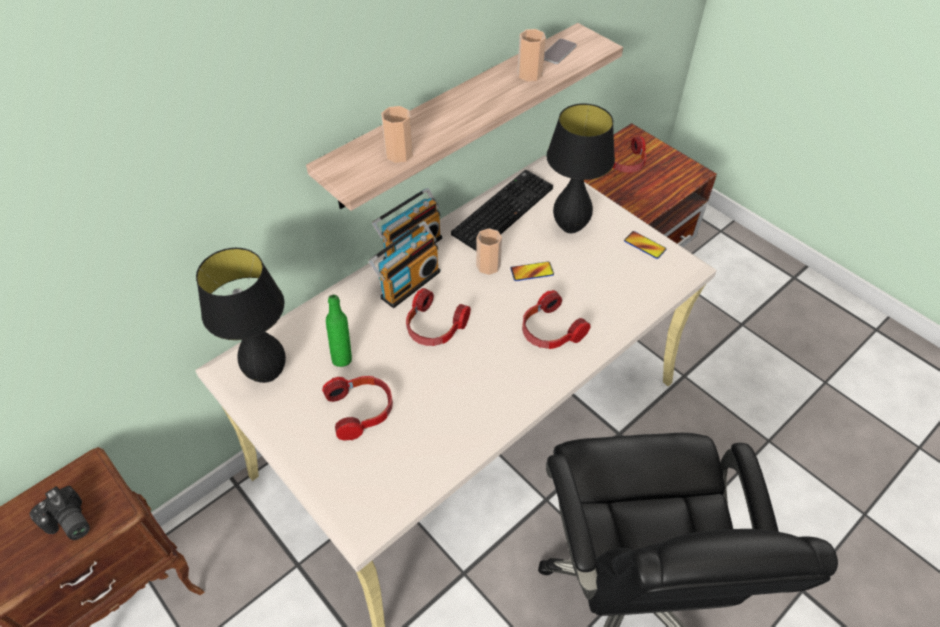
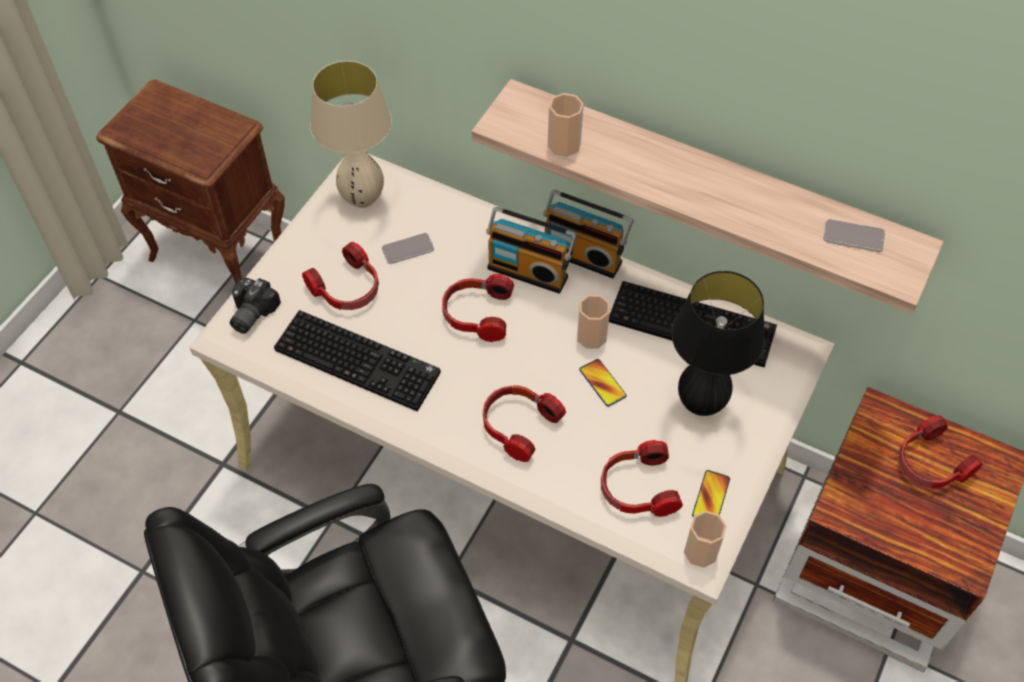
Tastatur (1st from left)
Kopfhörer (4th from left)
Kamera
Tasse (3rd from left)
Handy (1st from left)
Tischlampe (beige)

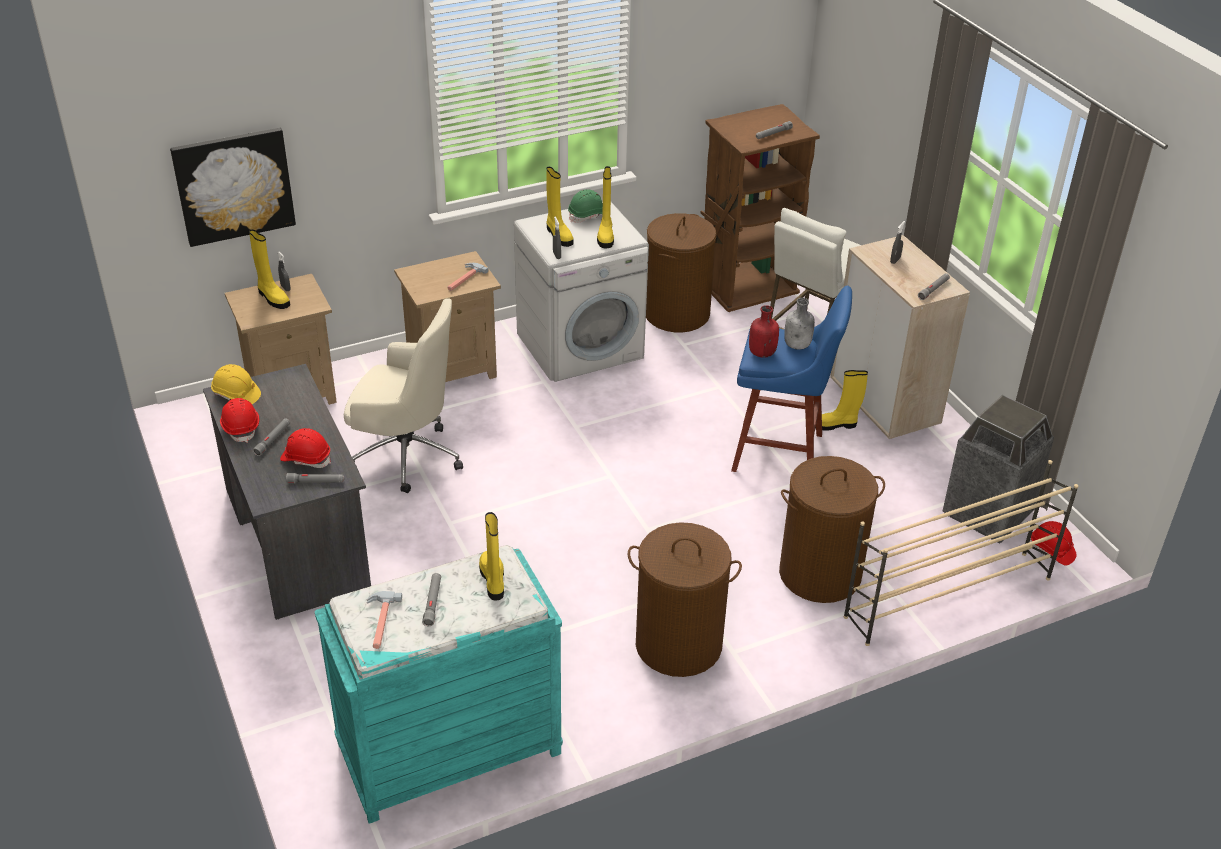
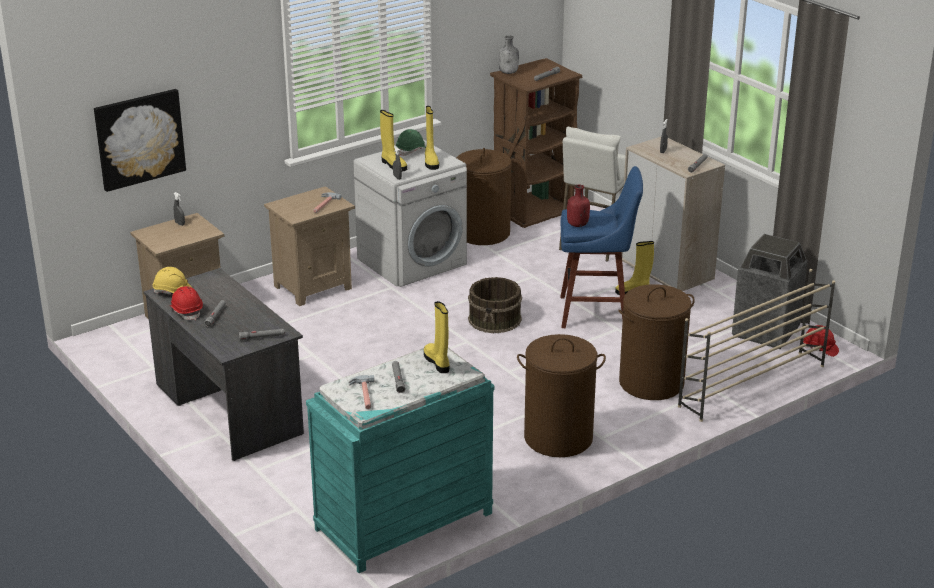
Stiefel (gelb) (1st from left in the first image)
Schutzhelm (rot) (2nd from left in the first image)
Bürostuhl (beige)
Eimer (braun)
Flasche (grau)

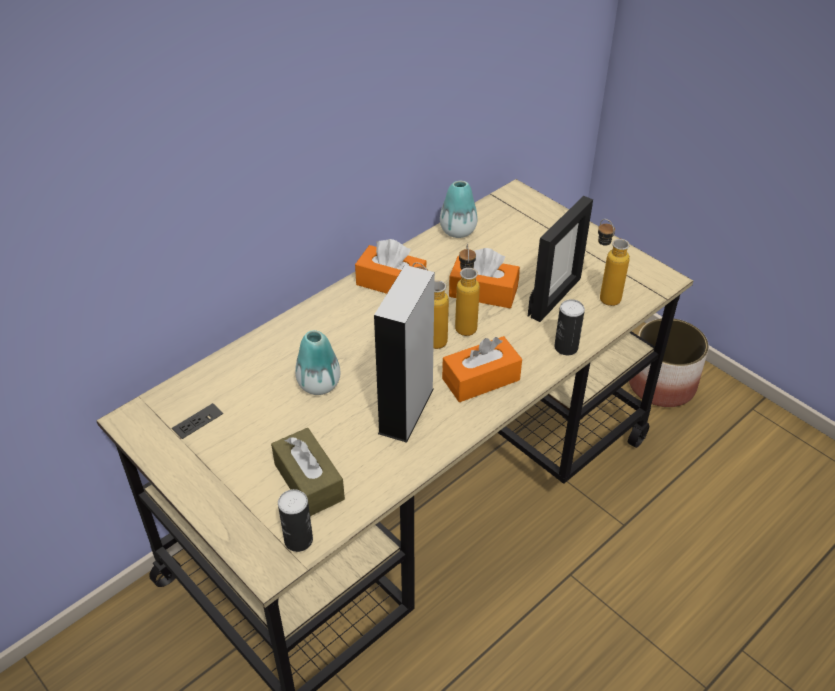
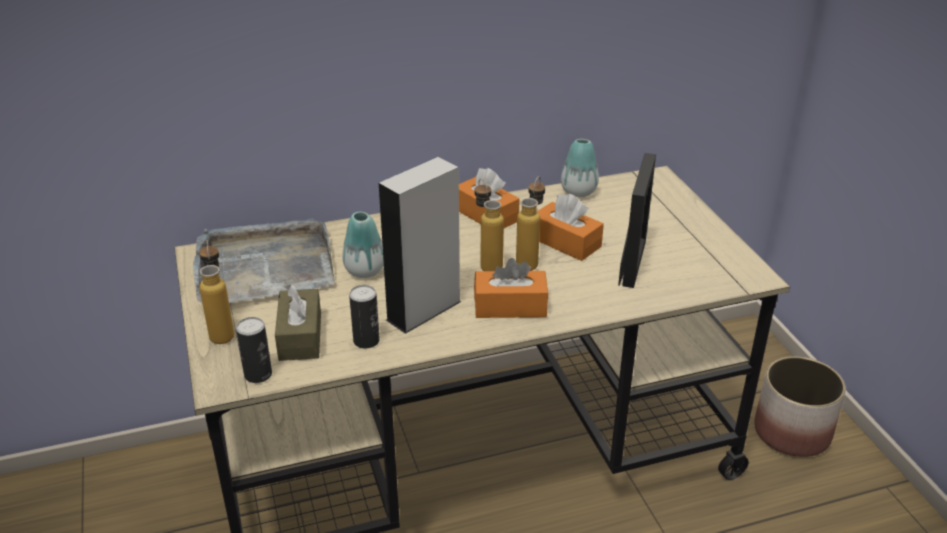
Tablett (grau)
Dose (2nd from left)
Flasche (1st from left)
Bilderrahmen

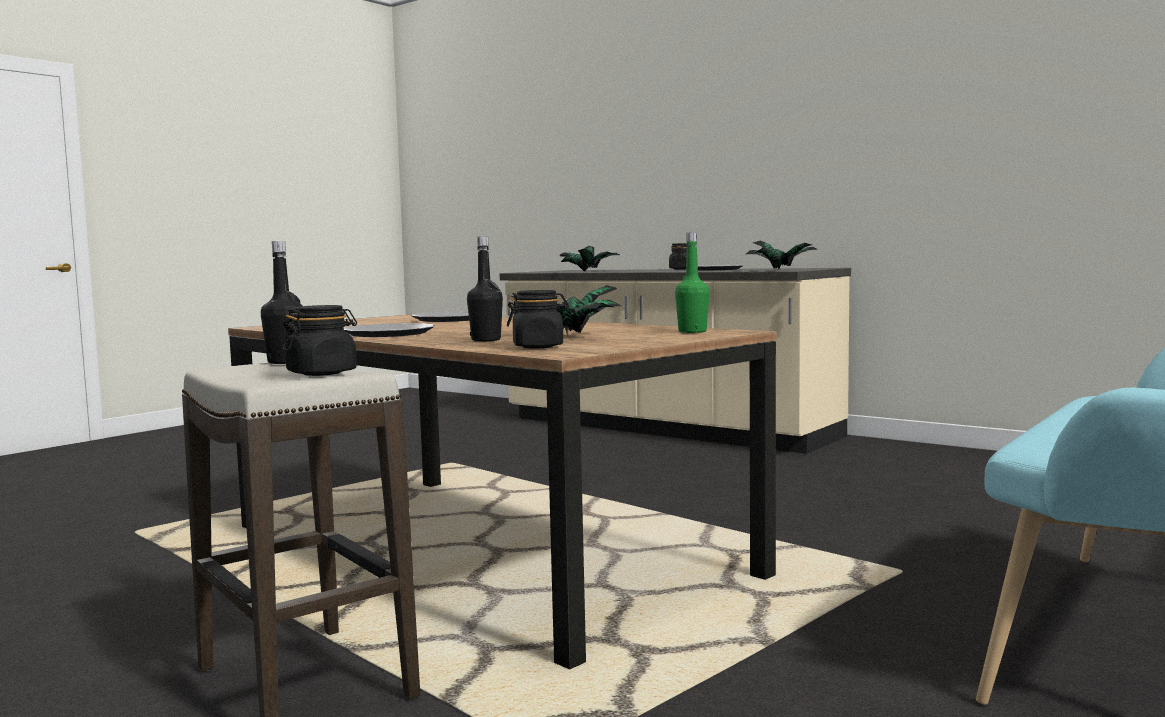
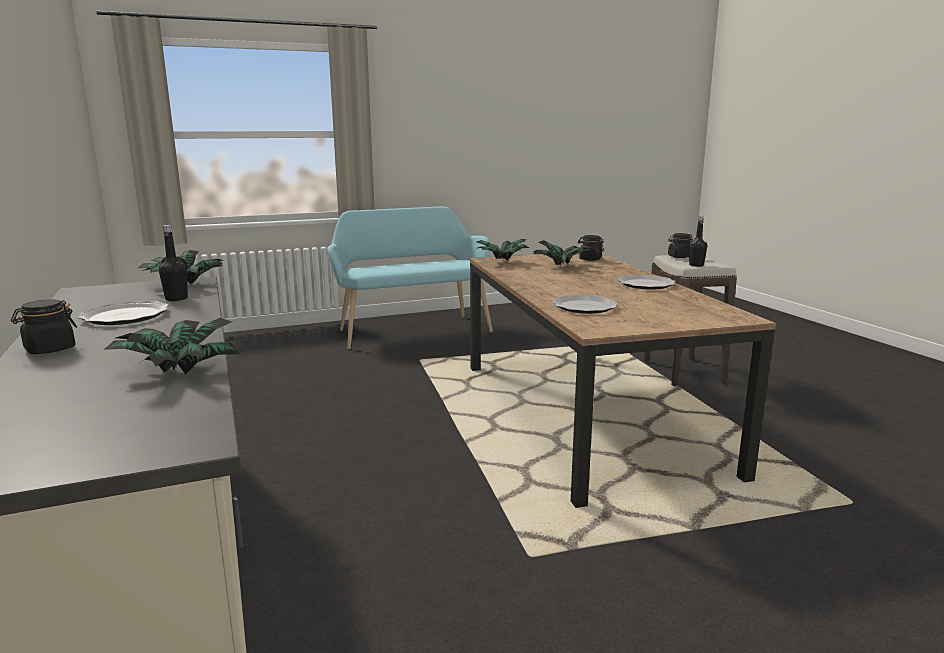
Flasche (schwarz) (1st from left)
Topfpflanze (3rd from left)

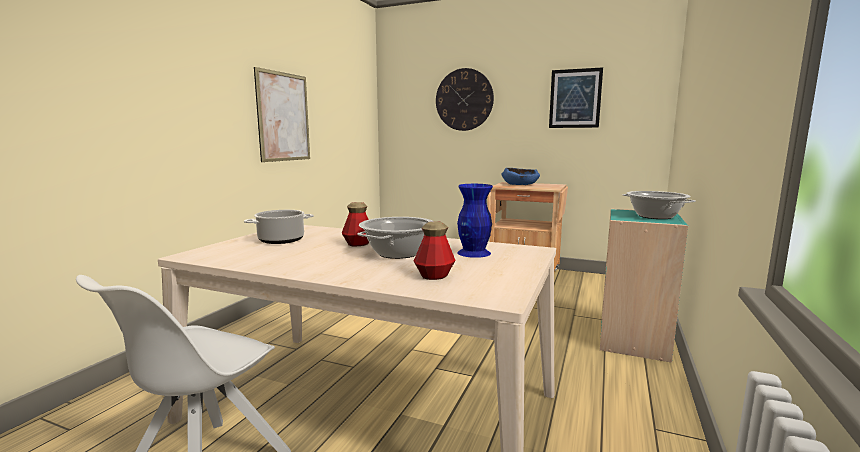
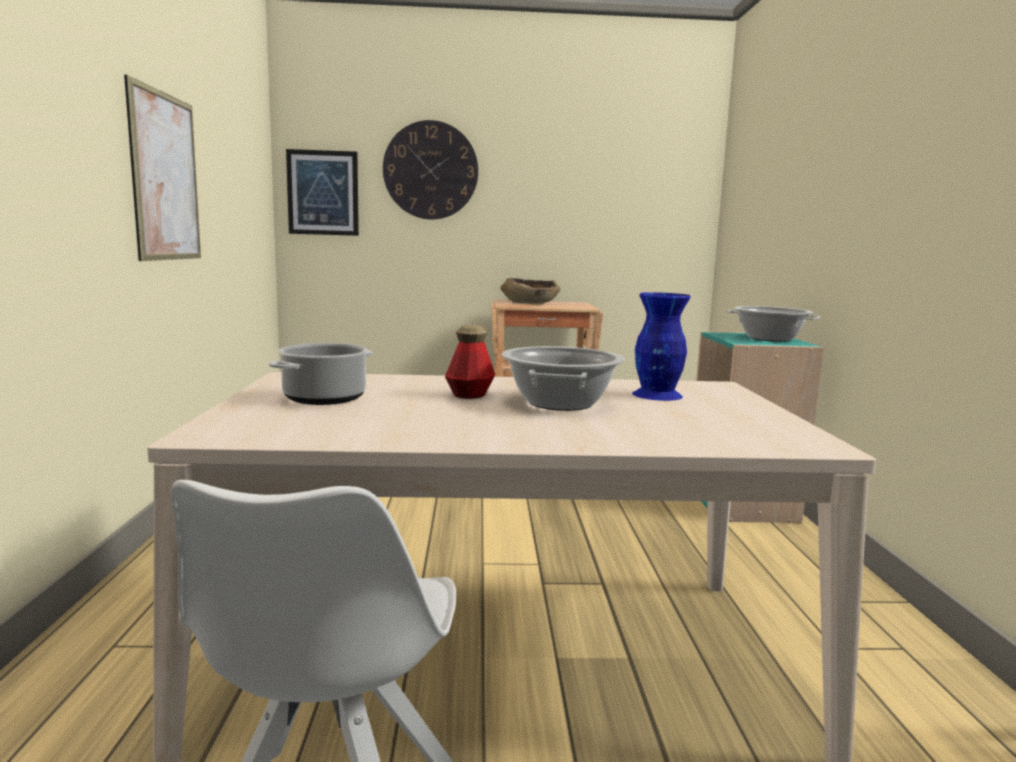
Flasche (2nd from left in the first image)
Bild (2nd from left)
Schüssel (braun)

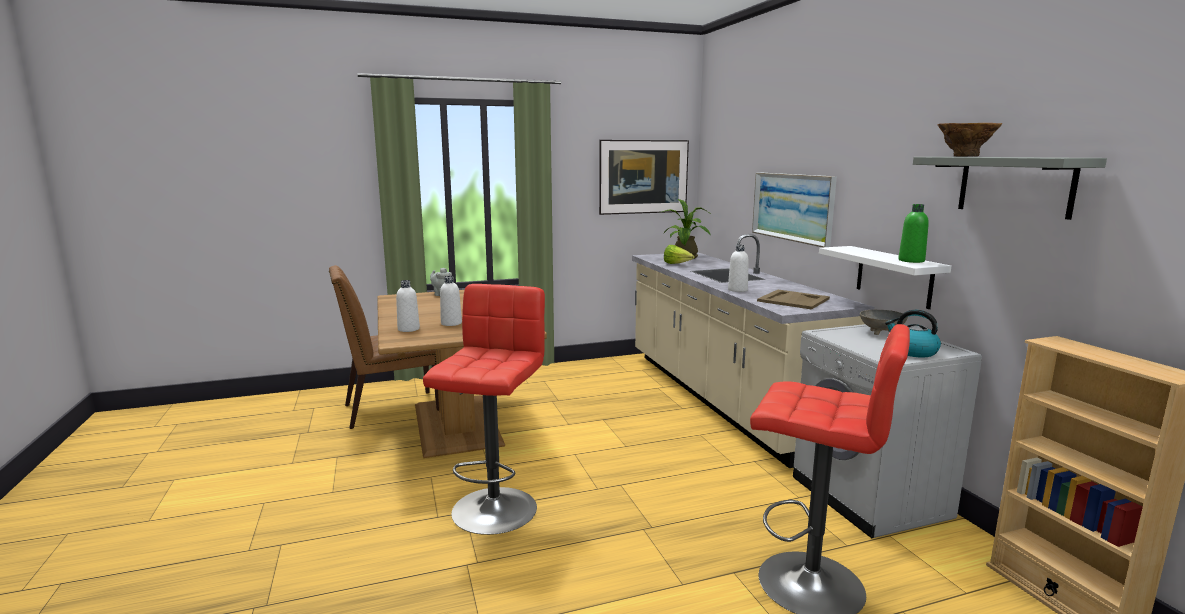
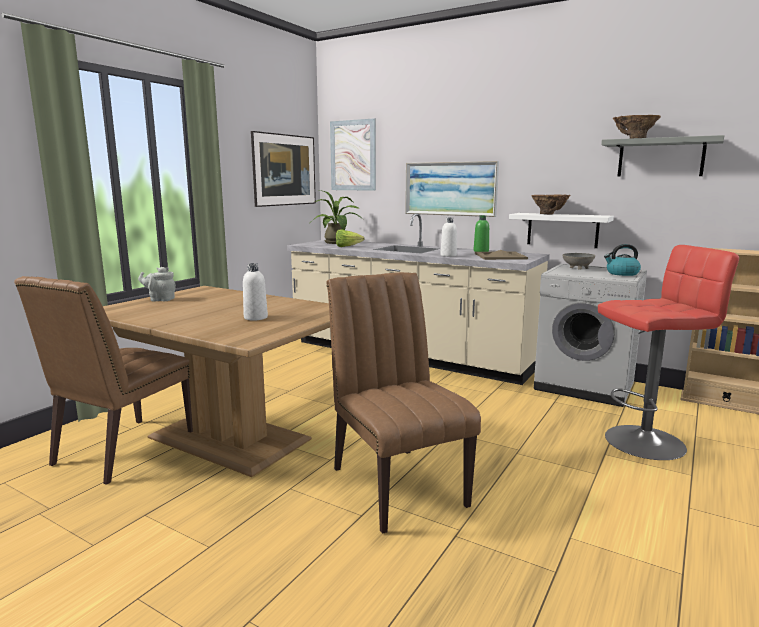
Flasche (weiß) (1st from left in the first image)
Bild (2nd from left)
Vase (braun) (1st from left)
Flasche (grün)
Stuhl (braun) (2nd from left)

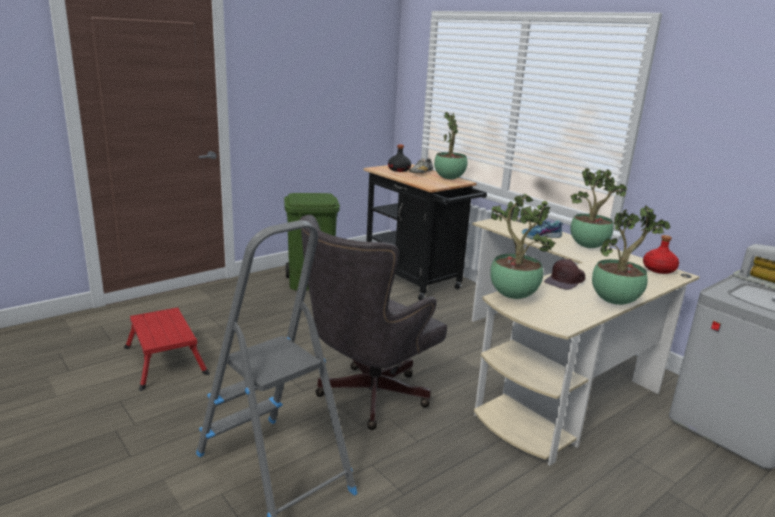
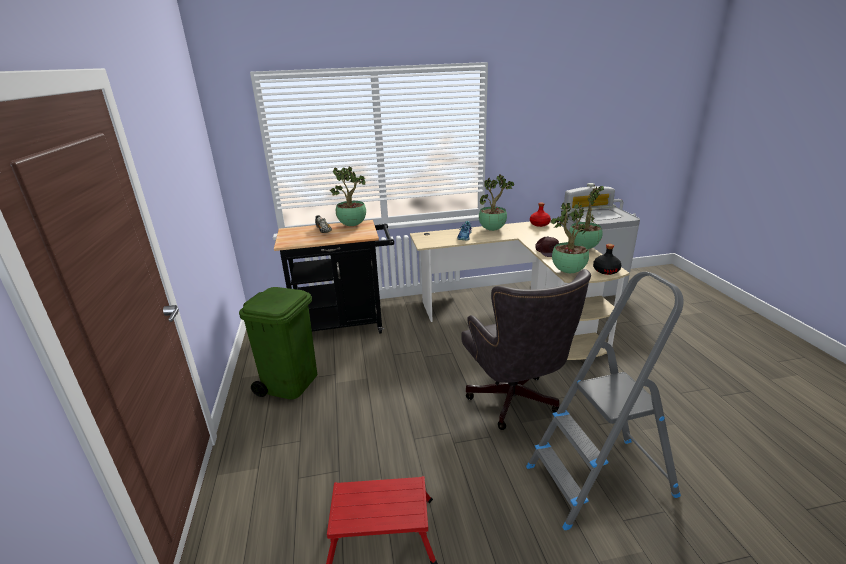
Flasche (schwarz)

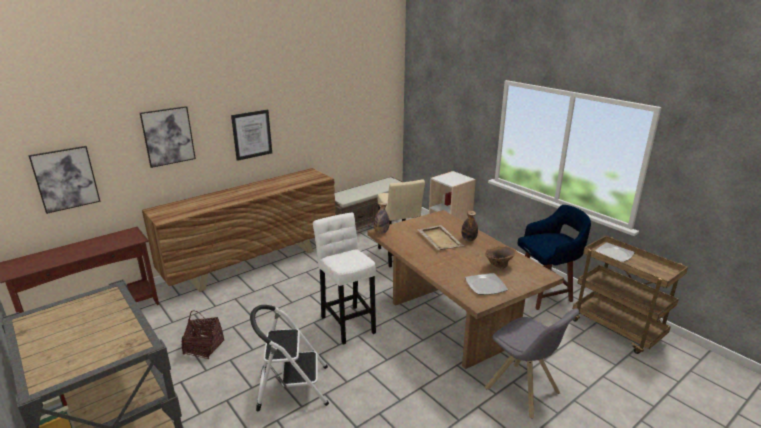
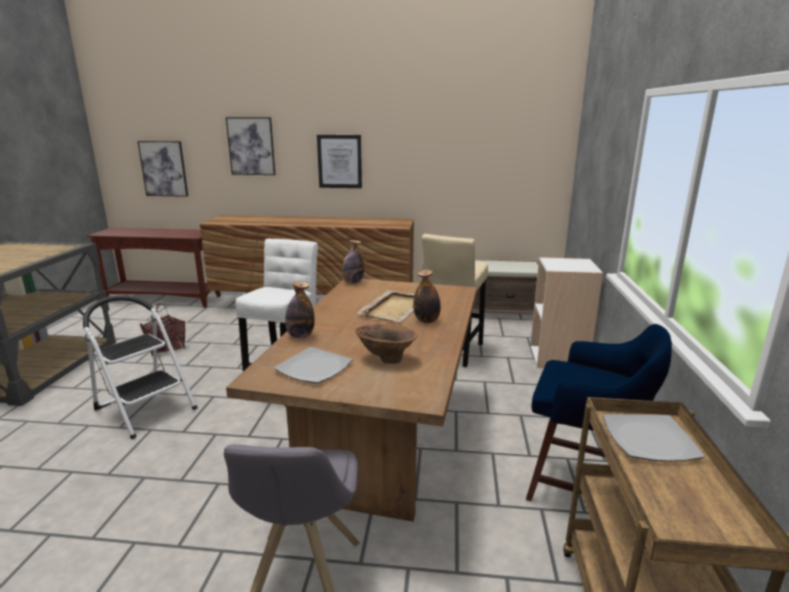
Flasche (1st from left)

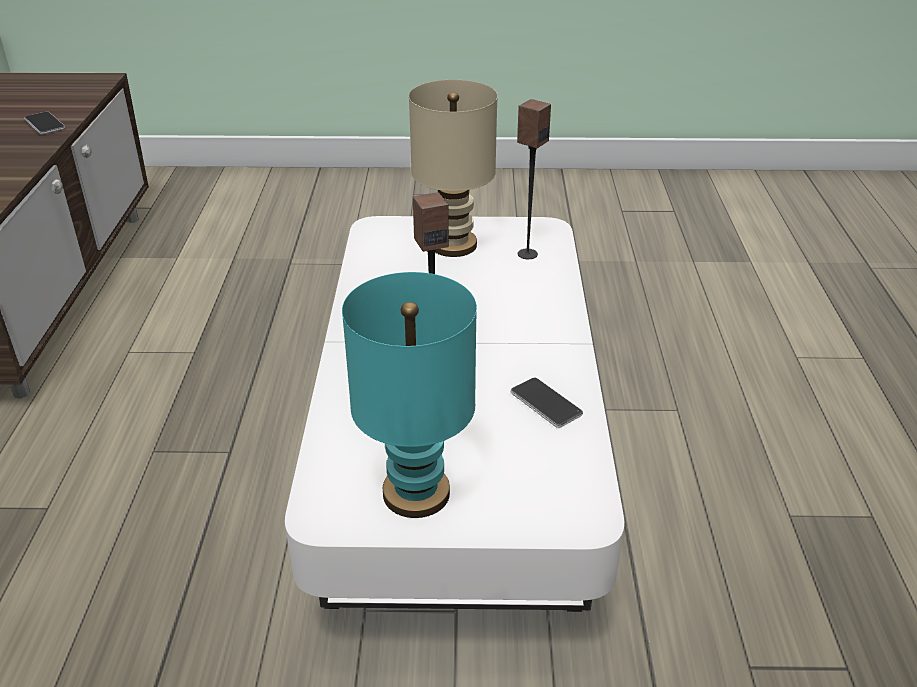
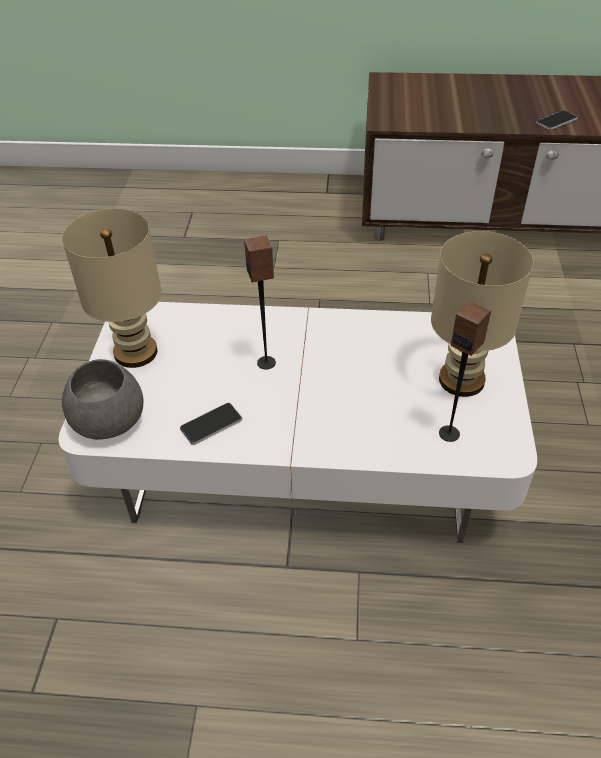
Schüssel (grau)
Tischlampe (beige) (1st from left)

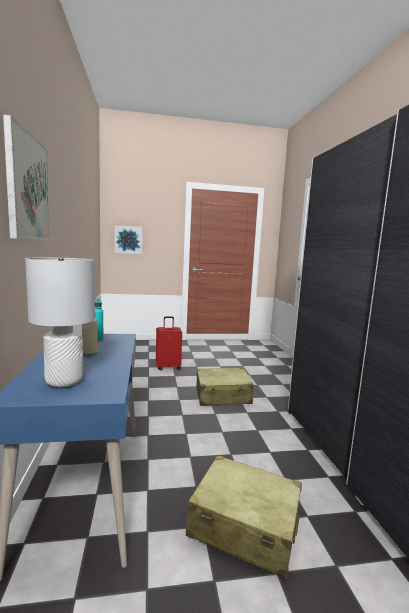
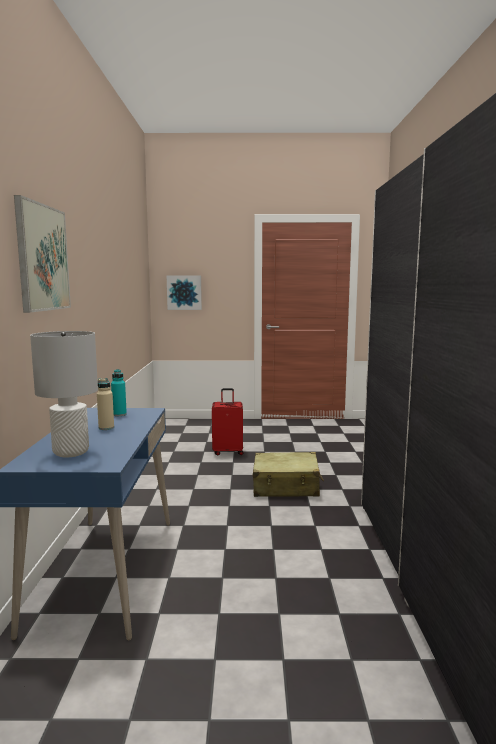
Koffer (beige) (2nd from left in the first image)

